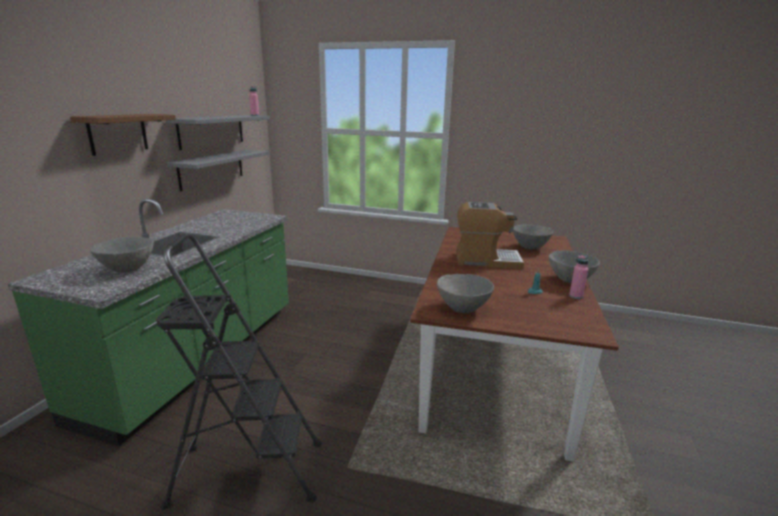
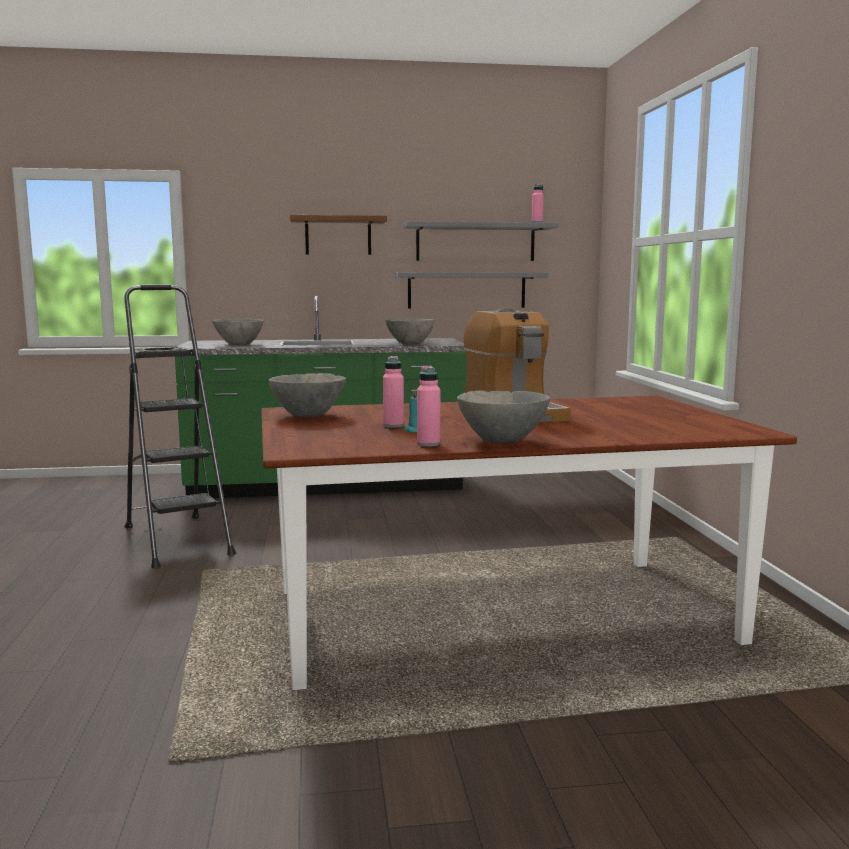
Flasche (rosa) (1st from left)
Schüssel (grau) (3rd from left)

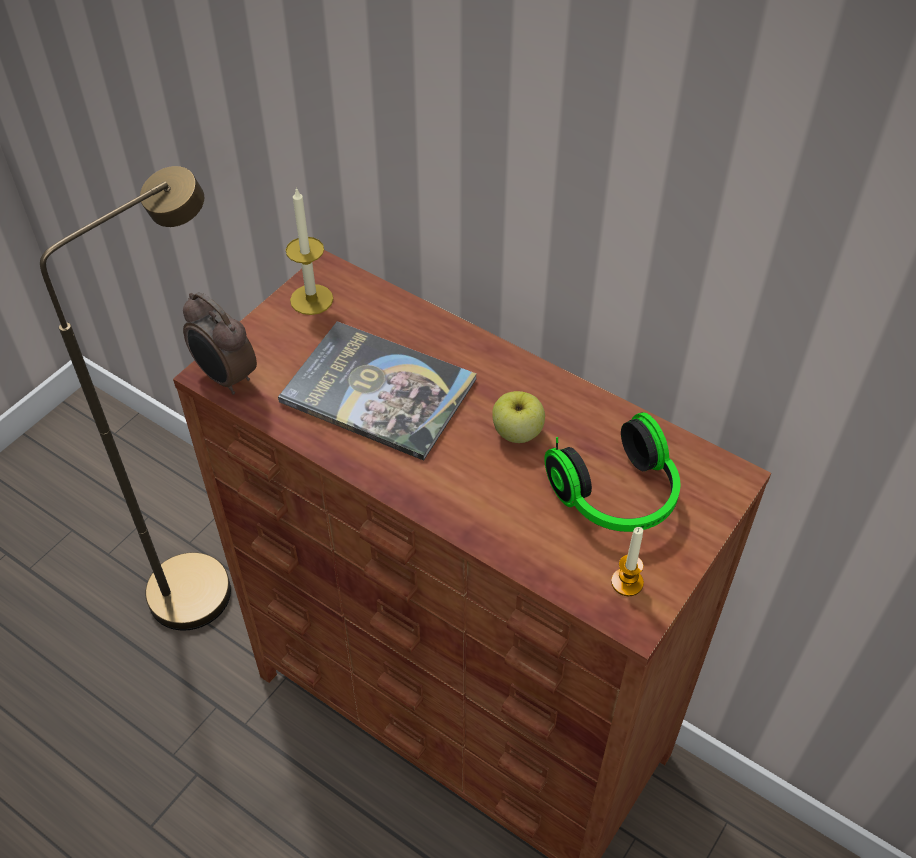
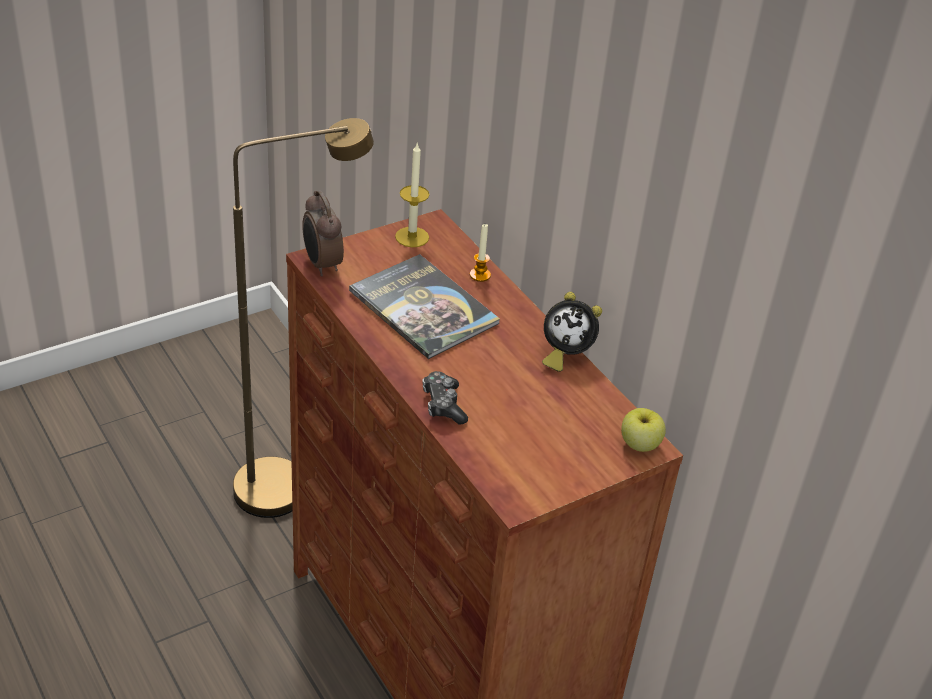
Kopfhörer
Gamepad
Wecker (2nd from left)
Apfel
Kerze (2nd from left)

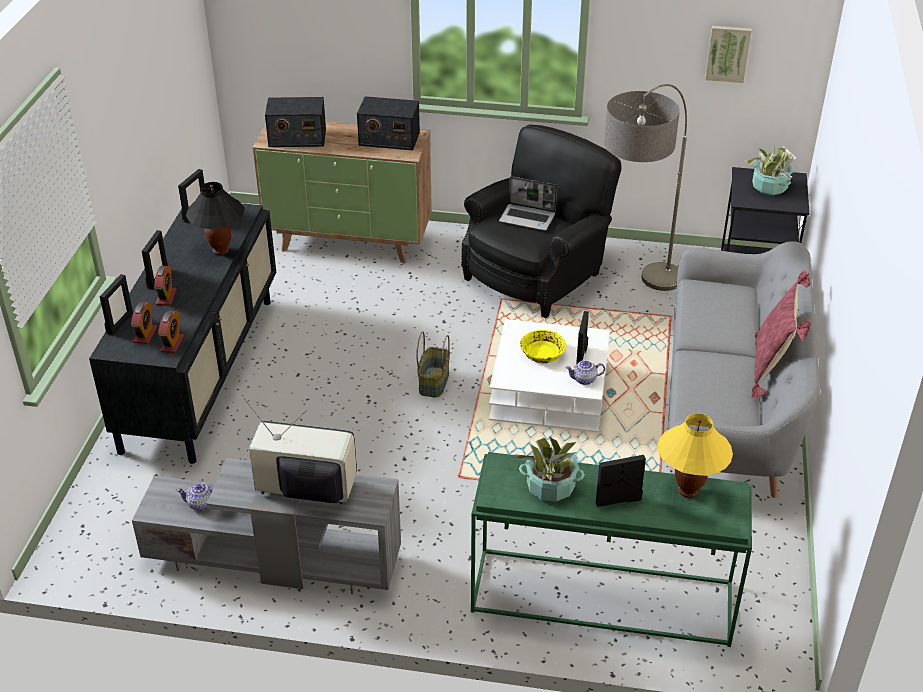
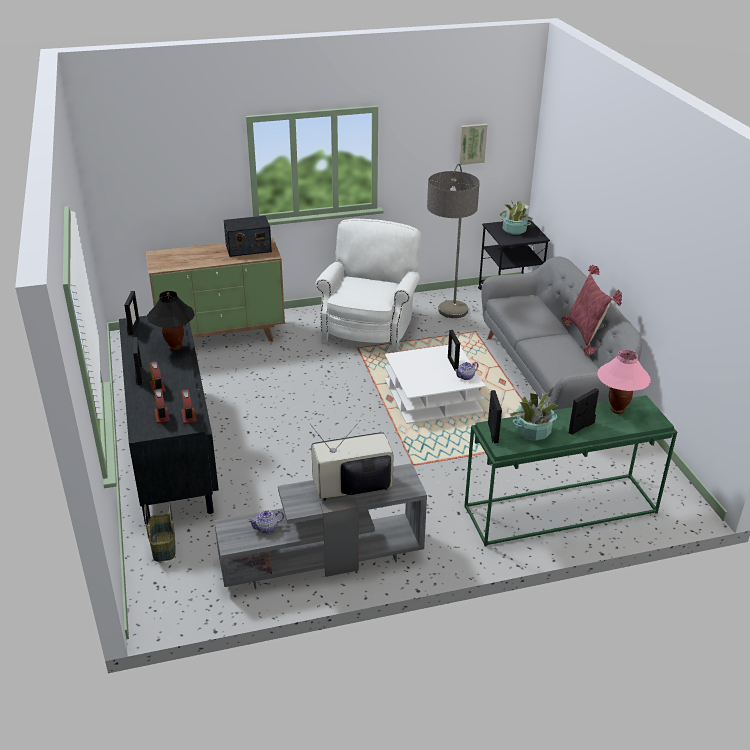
Radio (1st from left in the first image)
Laptop
Schüssel (gelb)
Bilderrahmen (4th from left)
Korb
Sessel (weiß)
Tischlampe (rosa)

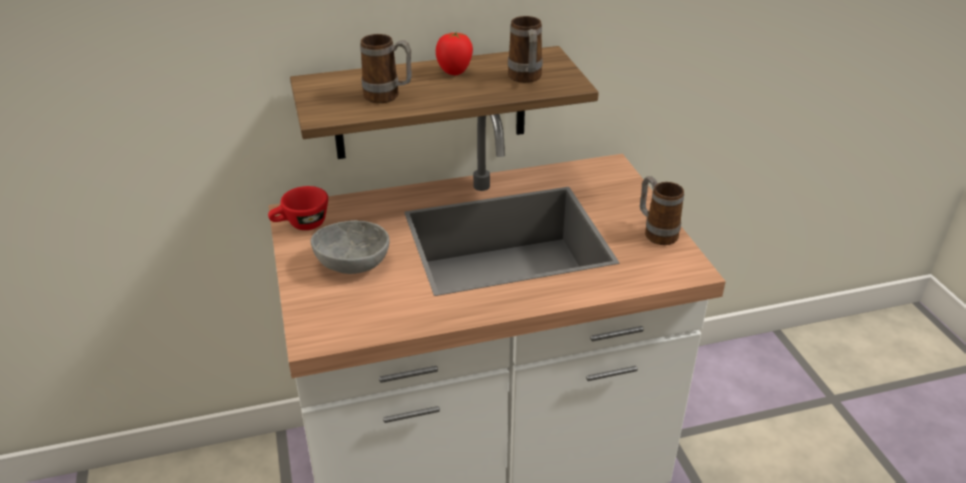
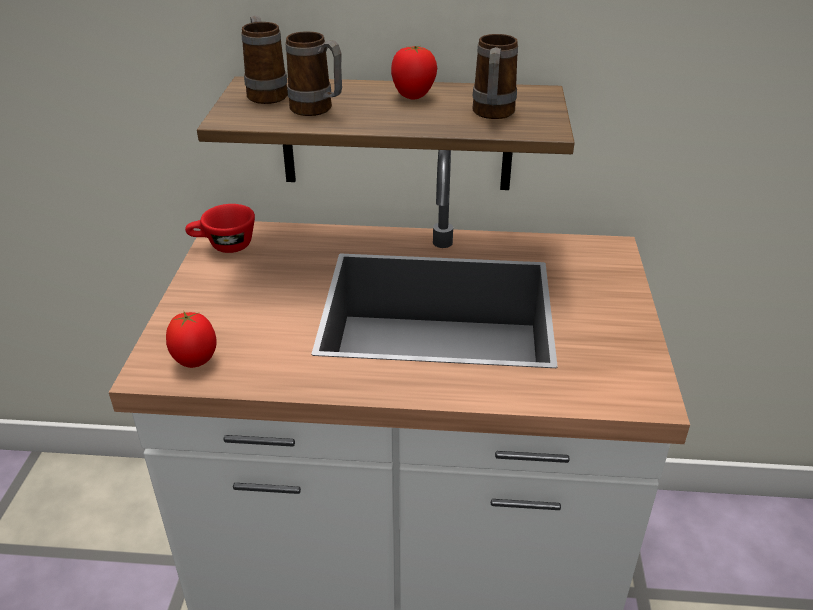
Schüssel (grau)
Tomate (1st from left)
Henkelbecher (1st from left)

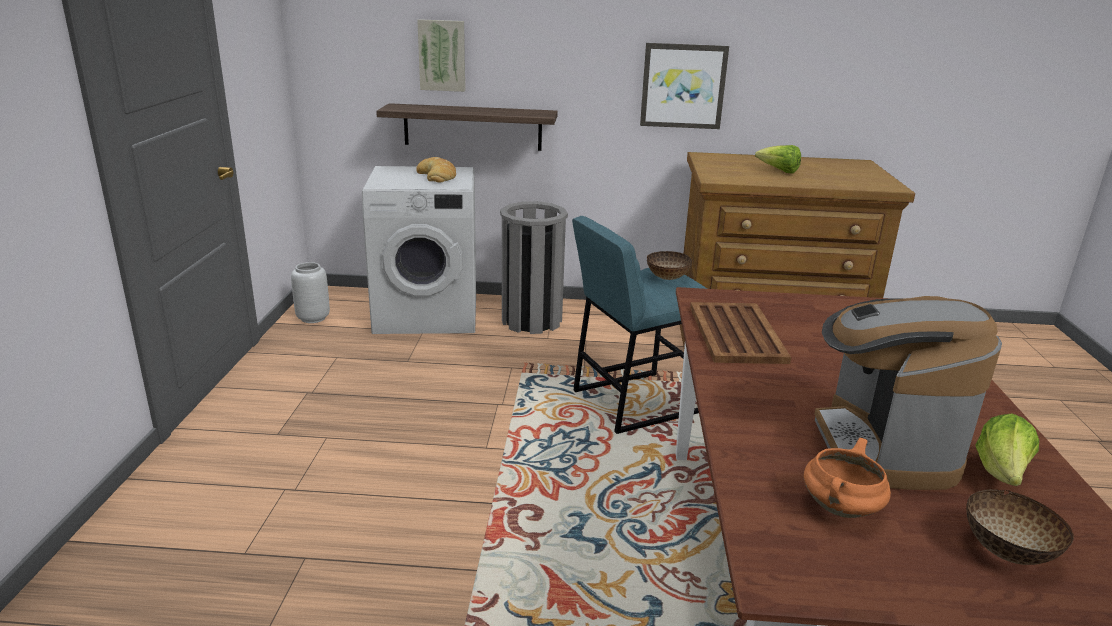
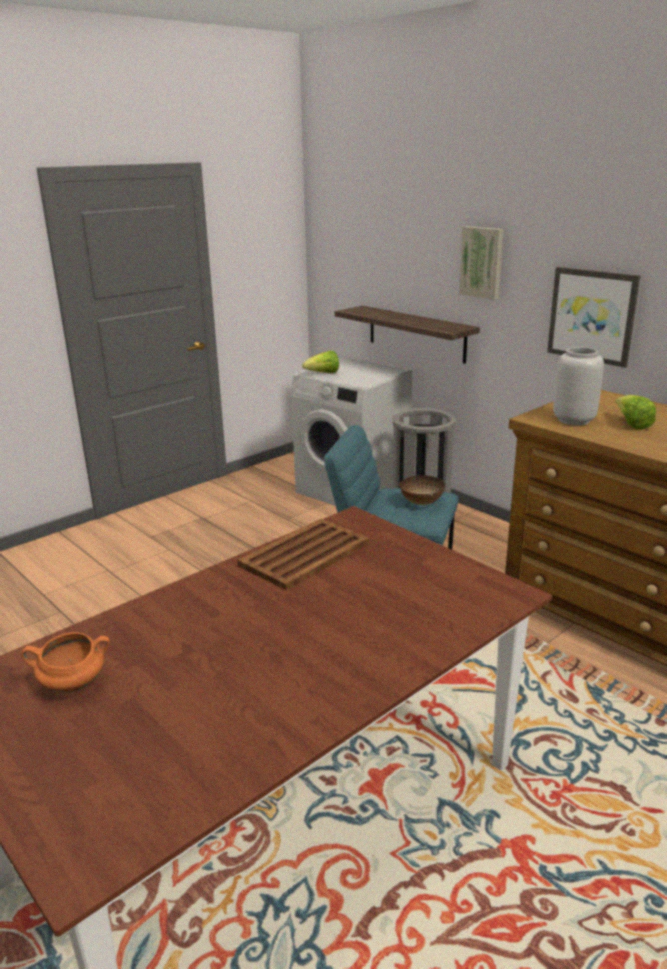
Brot
Kaffeemaschine
Schüssel (2nd from left in the first image)
Vase (grau)
Bild (1st from left)
Salatkopf (1st from left)

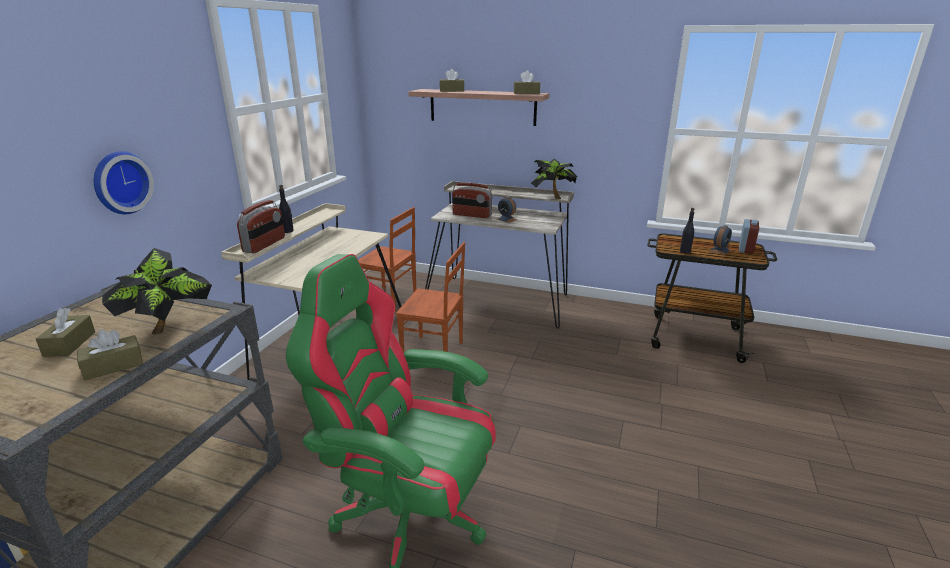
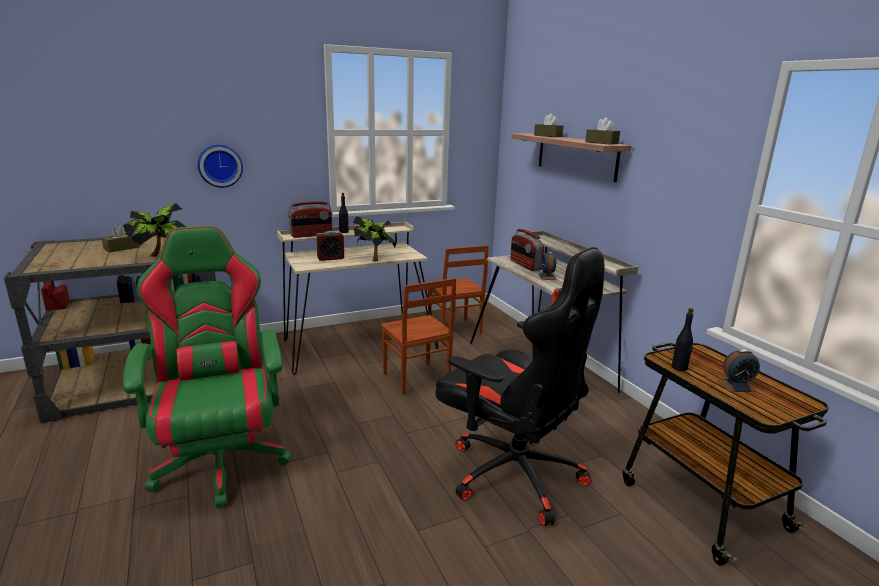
Taschentuchbox (braun) (2nd from left in the first image)
Bürostuhl (schwarz)
Topfpflanze (2nd from left)
Wecker (1st from left)

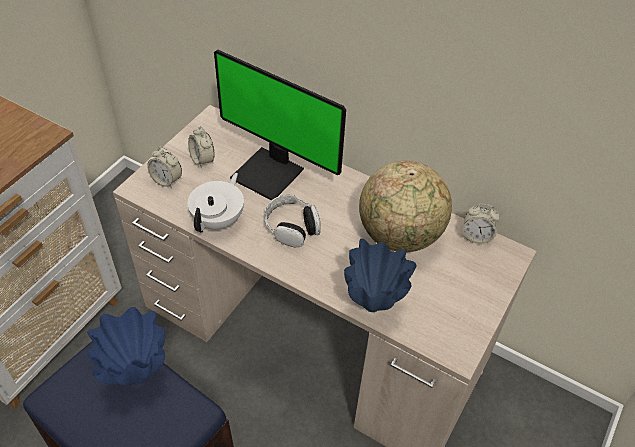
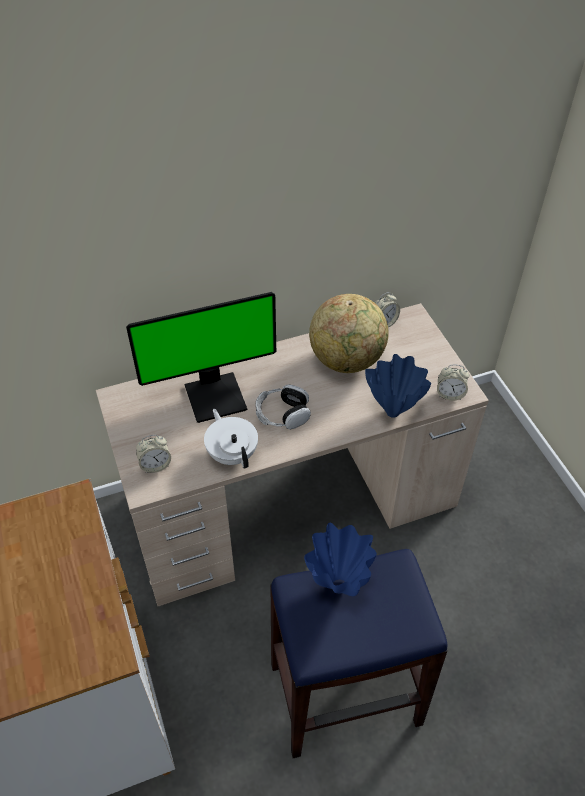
Wecker (3rd from left)

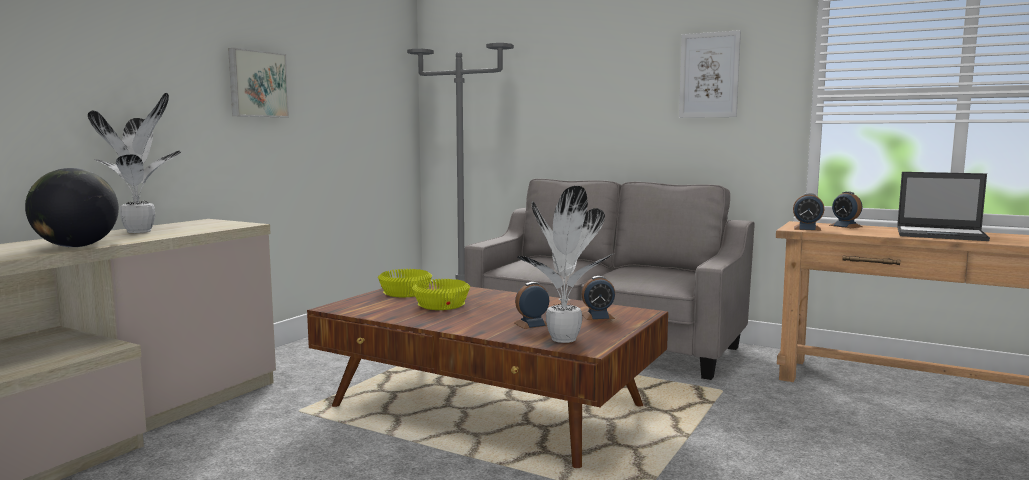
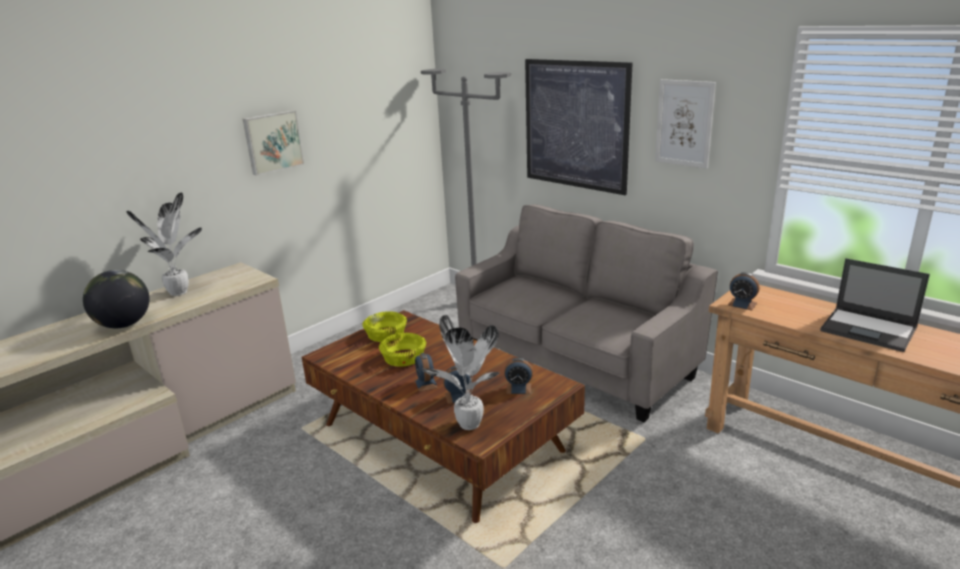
Bild (2nd from left)
Wecker (1st from left)

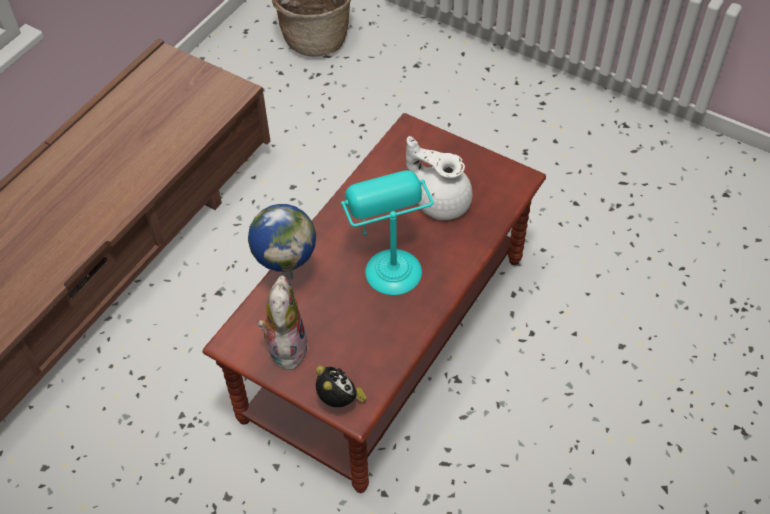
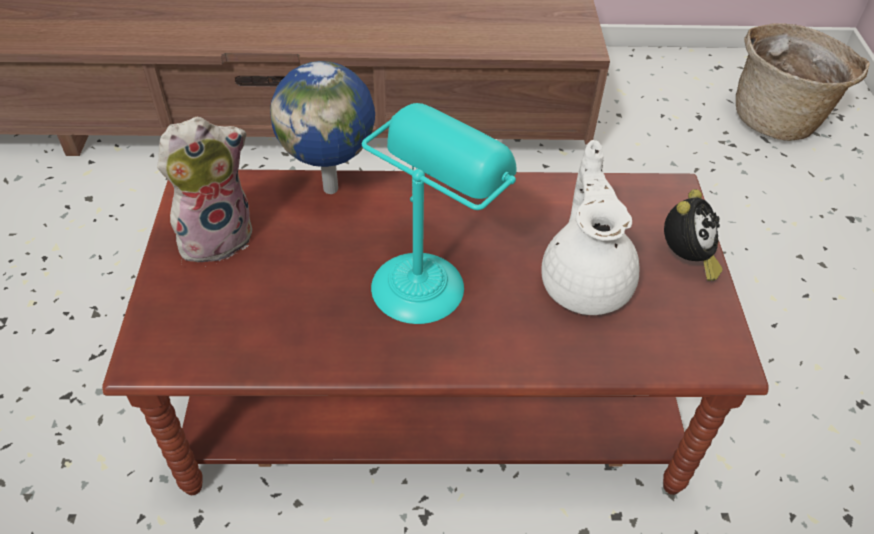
Wecker

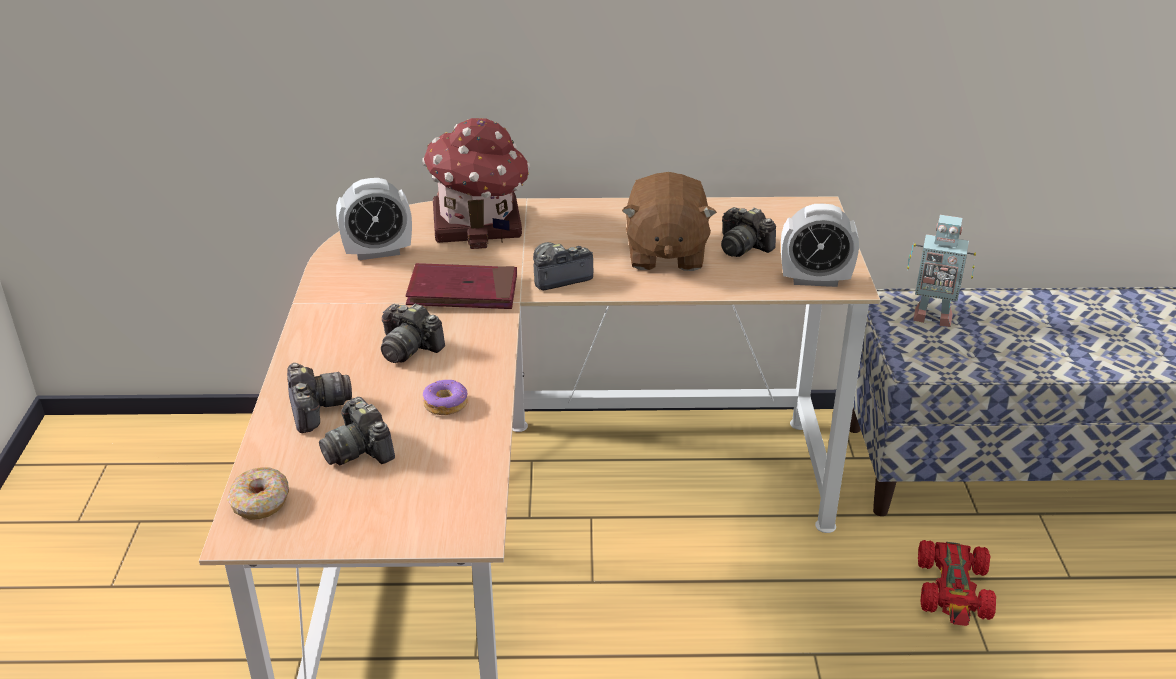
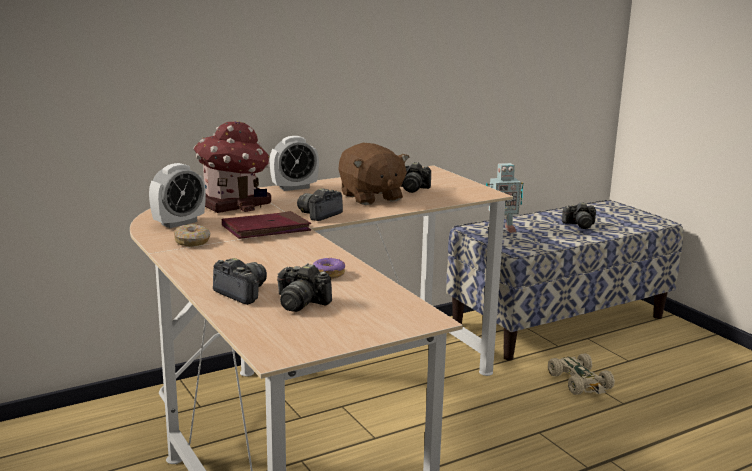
Donut (1st from left)
Kamera (5th from left)
Wecker (2nd from left)
Spielzeugauto (beige)

